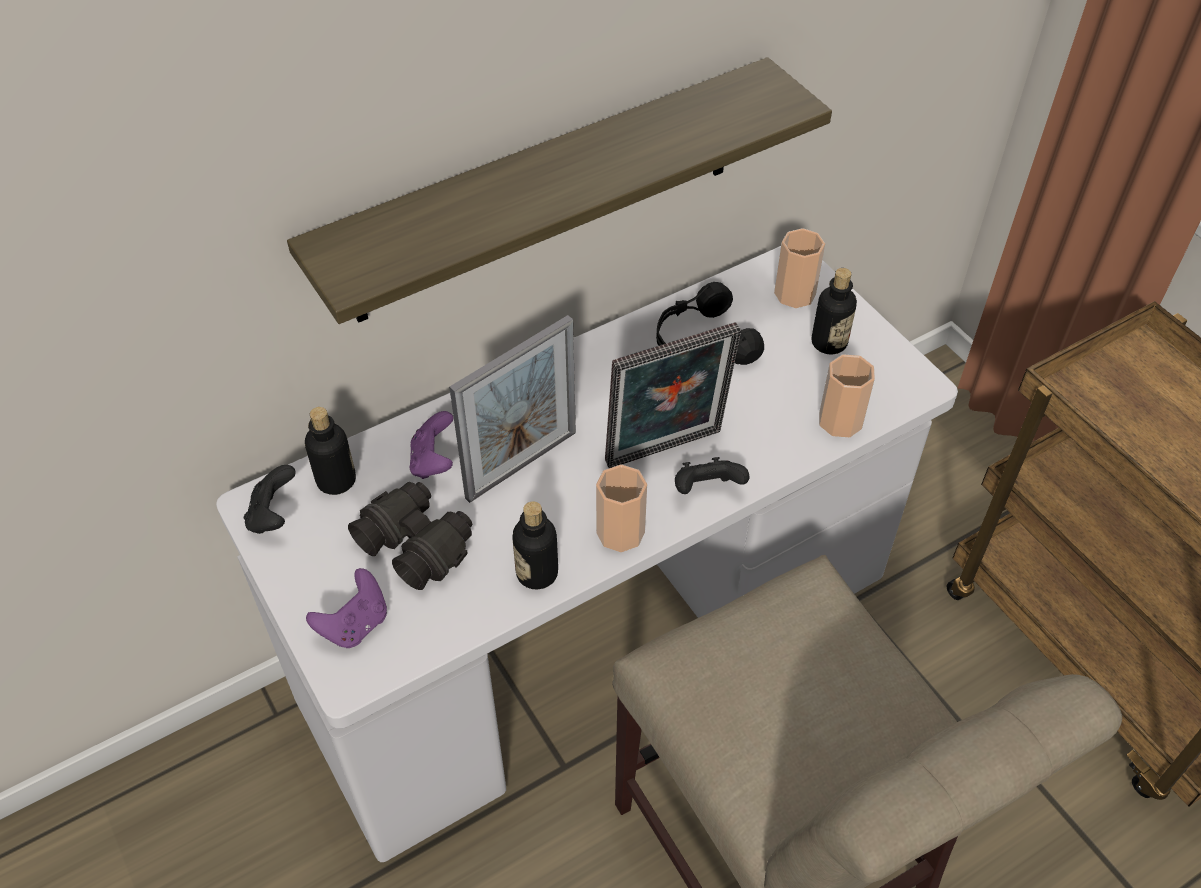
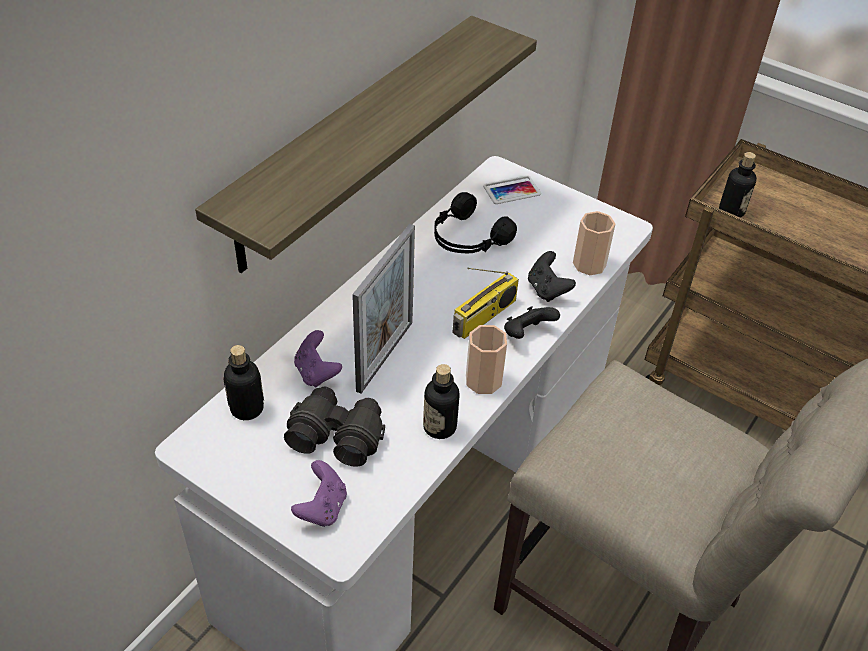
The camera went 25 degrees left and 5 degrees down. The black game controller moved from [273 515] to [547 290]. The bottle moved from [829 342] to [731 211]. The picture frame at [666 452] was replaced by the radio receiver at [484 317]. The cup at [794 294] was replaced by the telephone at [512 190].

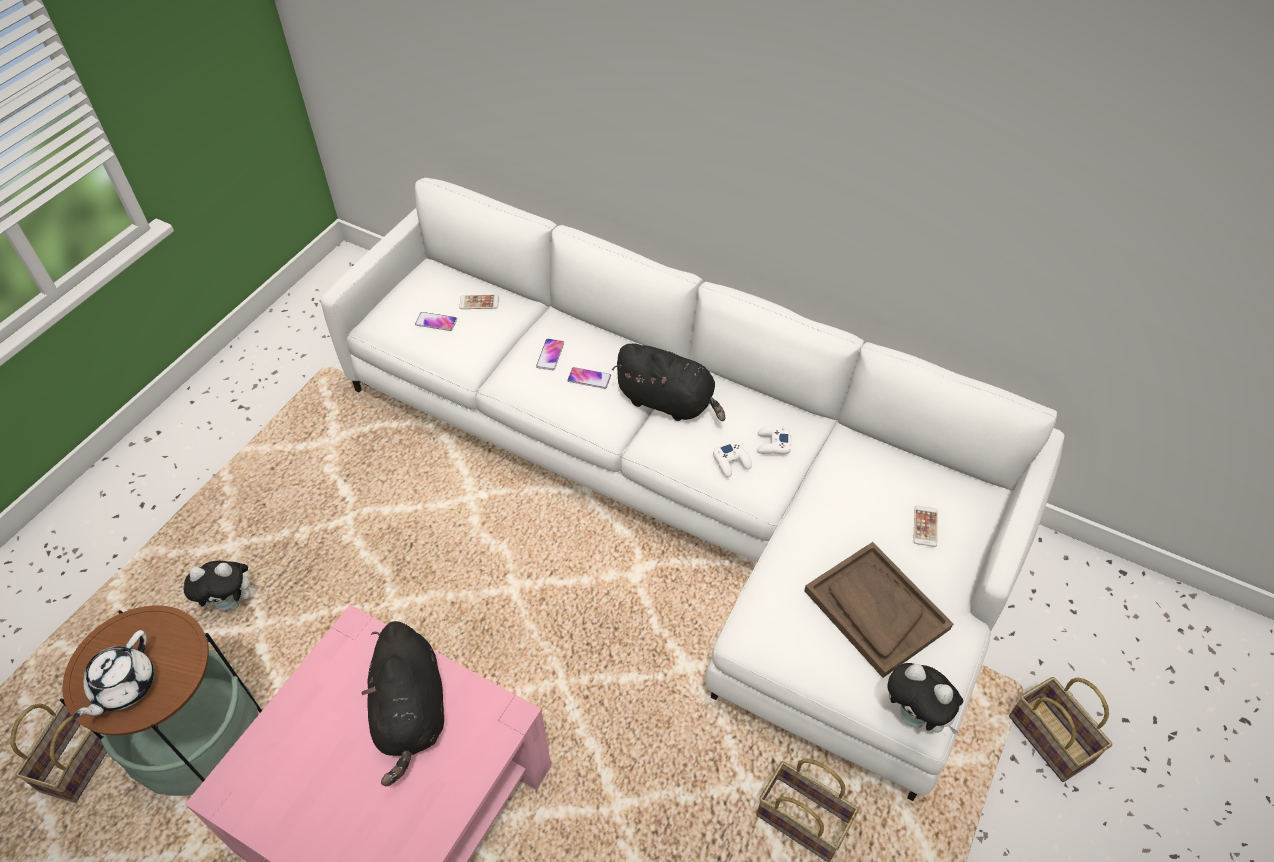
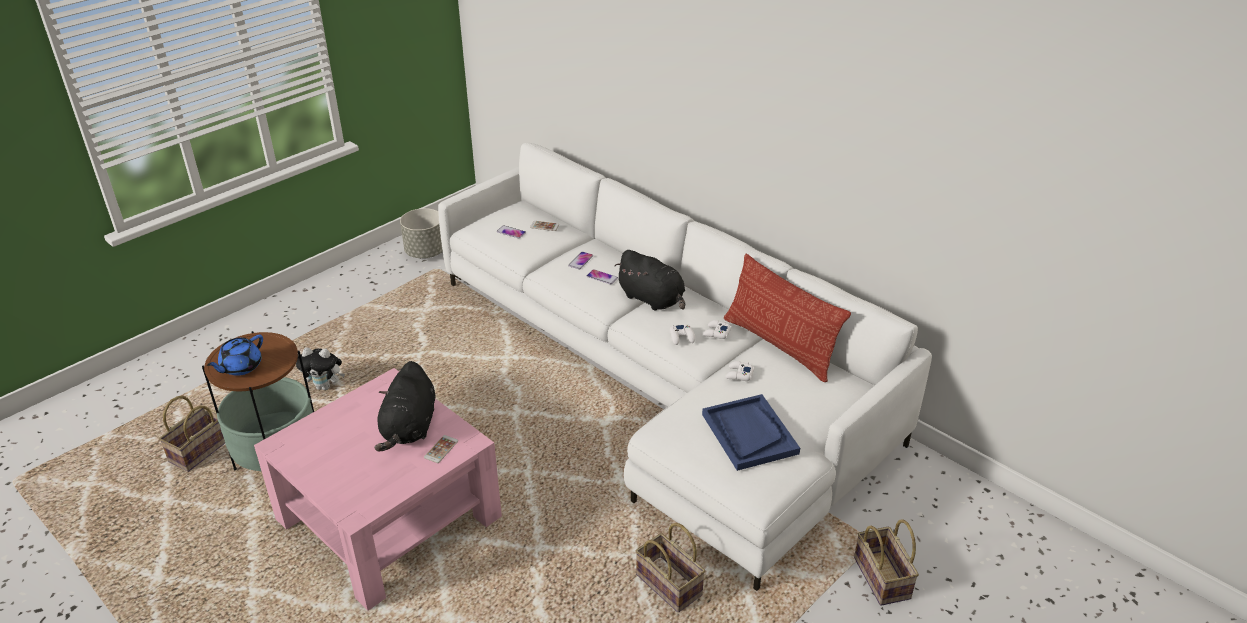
The camera went 15 degrees right and 15 degrees down. The cuddly toy at [915 716] disappeared. The greyish plant pot at [425 252] appeared. The pillow at [780 345] appeared. The white game controller at [739 374] appeared. The telephone moved from [925 526] to [441 449]. The white teapot at [124 687] became the blue-coloured teapot at [240 367]. The brownish carrying tray at [875 609] became the blue-coloured carrying tray at [749 434].

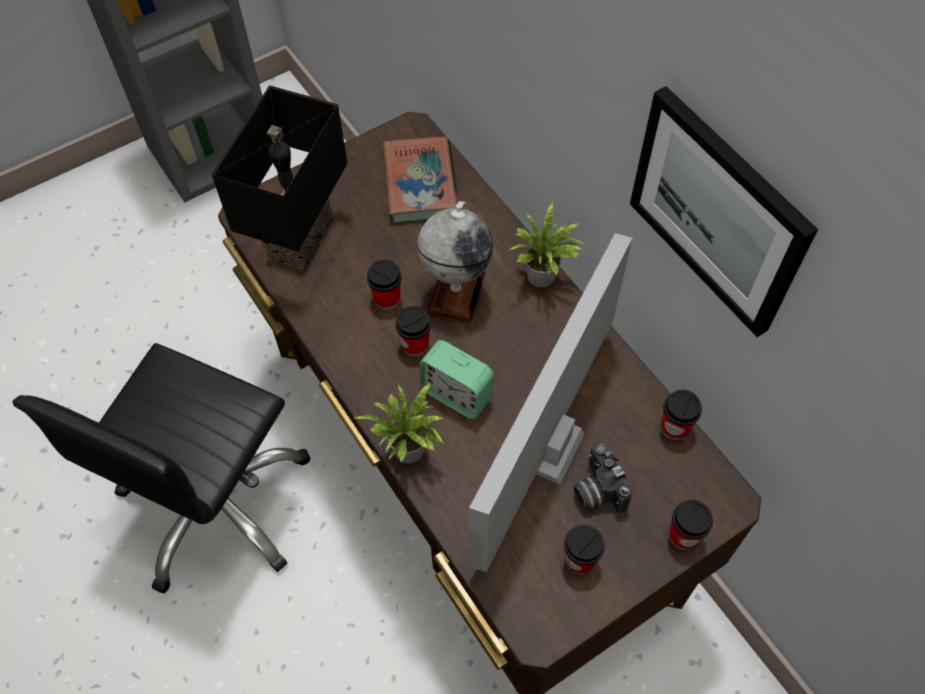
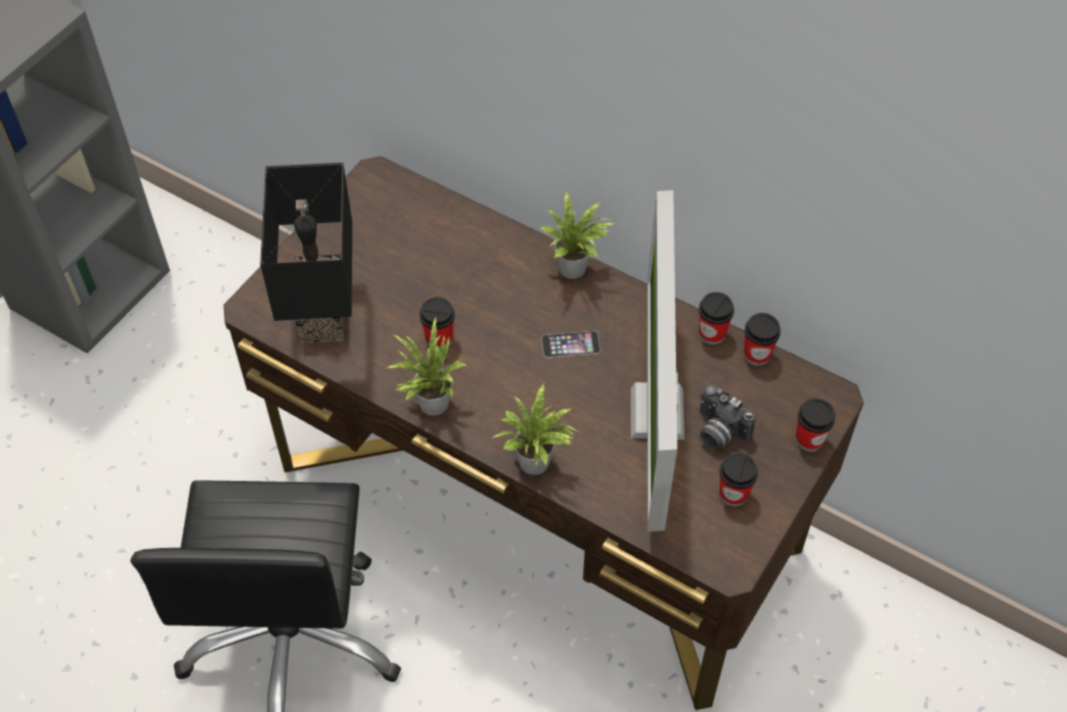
The camera went 25 degrees left and 5 degrees down. The bound book at [421 184] disappeared. The desk globe at [456 292] disappeared. The alarm clock at [457 394] disappeared. The picture at [718 211] disappeared. The potted plant at [429 403] appeared. The telephone at [570 344] appeared. The cup moved from [415 345] to [712 334].

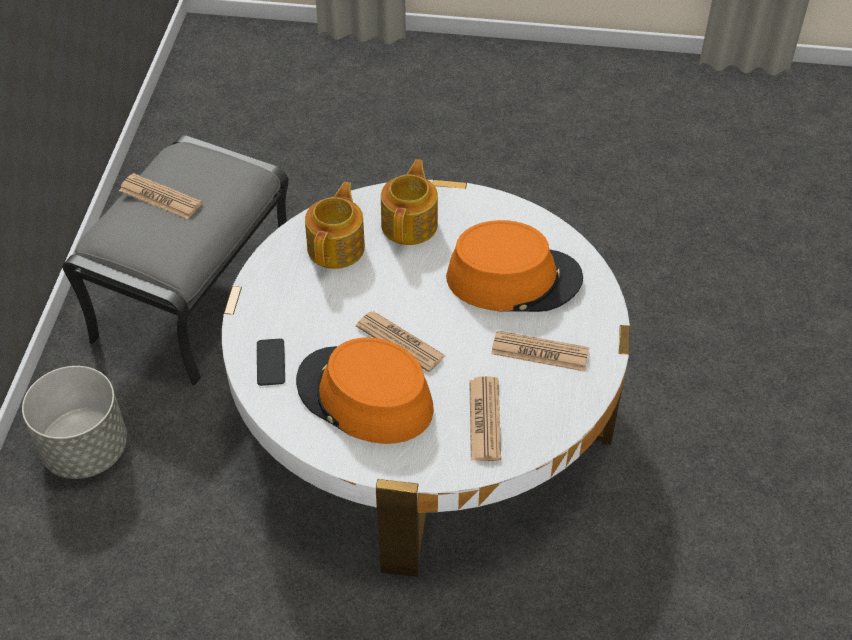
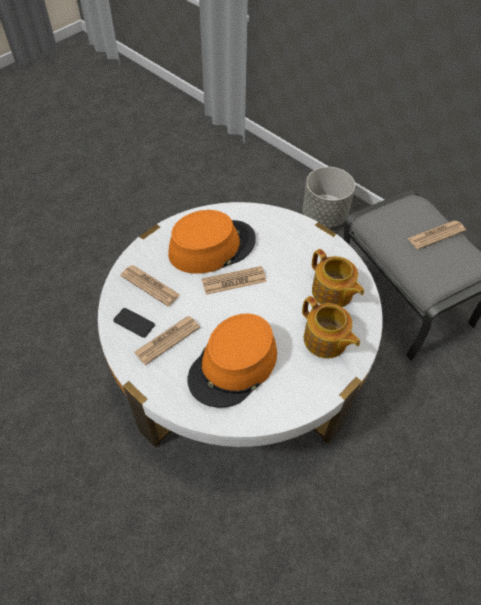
The camera went 125 degrees right and 5 degrees up. The telephone moved from [270 362] to [134 323].

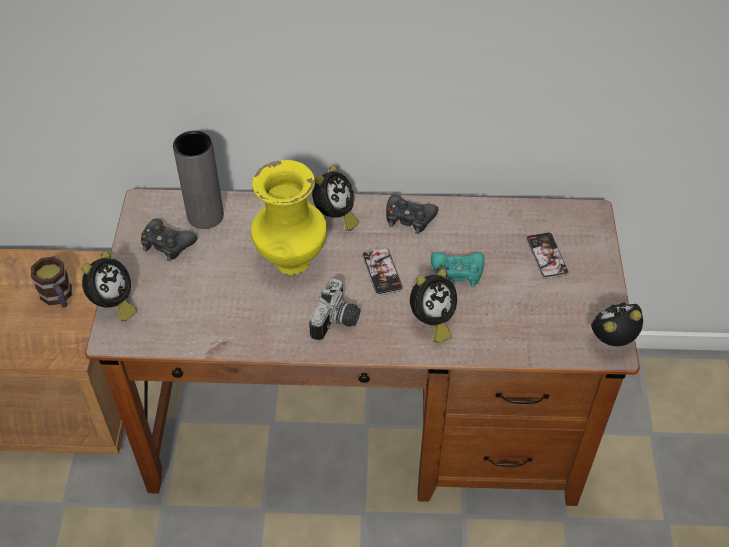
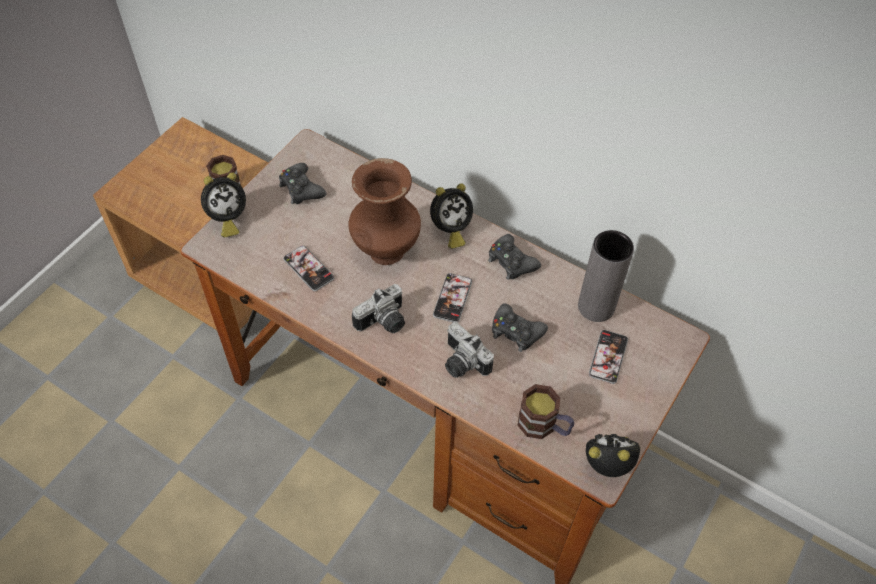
The camera went 30 degrees right and 5 degrees up. The telephone at [308 269] appeared. The tea mug at [544 426] appeared. The greyish decorative vase moved from [205 216] to [596 307]. The alarm clock at [431 321] was replaced by the photo camera at [461 363]. The yellow-coloured decorative vase at [291 262] became the brownish decorative vase at [385 252]. The blue-green game controller at [457 273] became the black game controller at [516 331].

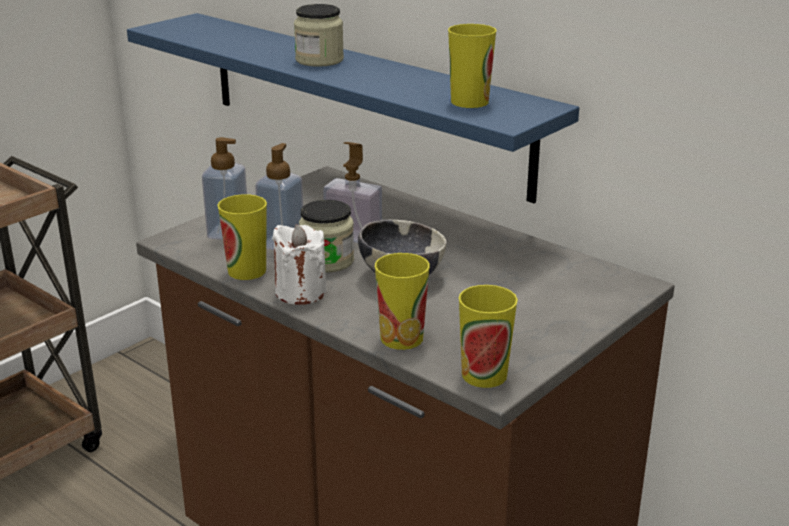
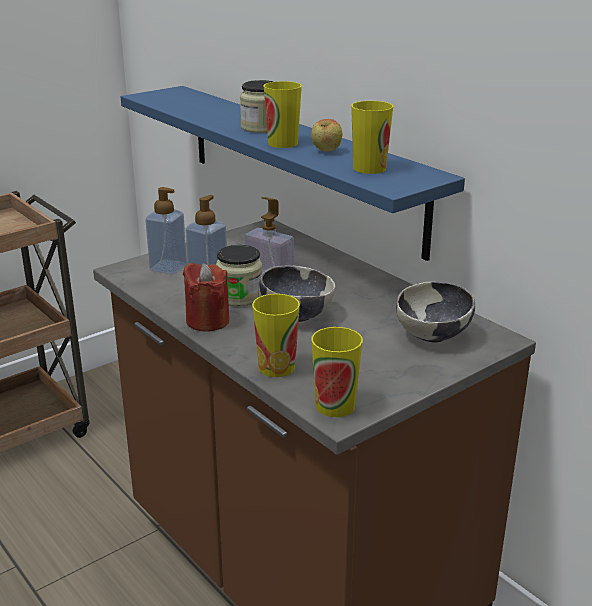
The camera went 10 degrees right and 0 degrees up. The whole apple at [326 151] appeared. The bowl at [433 336] appeared. The cup moved from [247 271] to [282 143]. The white wax candle at [300 292] became the red wax candle at [207 321].

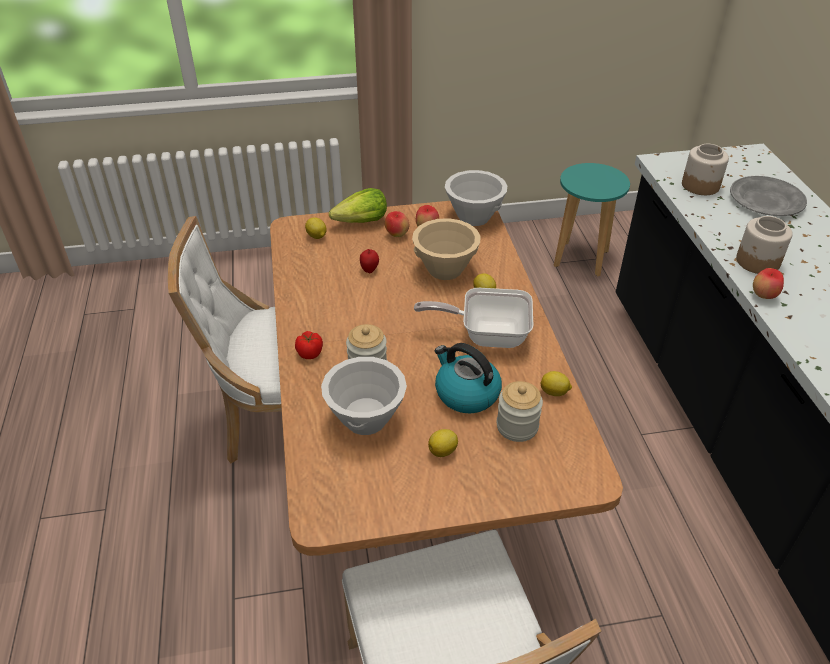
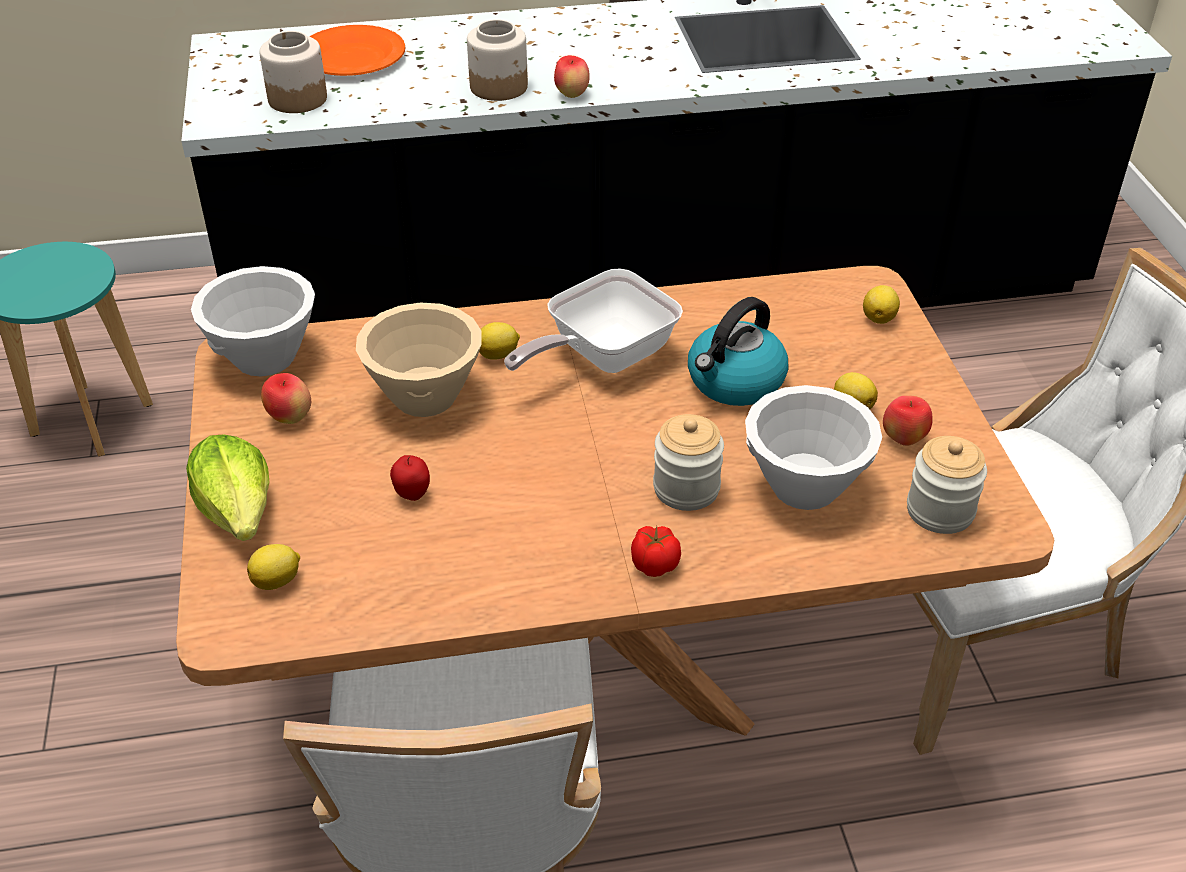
The camera went 90 degrees left and 0 degrees up. The whole apple moved from [397 235] to [903 439]. The preserve jar moved from [517 426] to [940 511]. The lemon moved from [554 392] to [879 318]. The greyish dinner plate at [765 200] became the orange-coloured dinner plate at [351 58]. The frying pan at [486 334] turned 45 degrees clockwise.

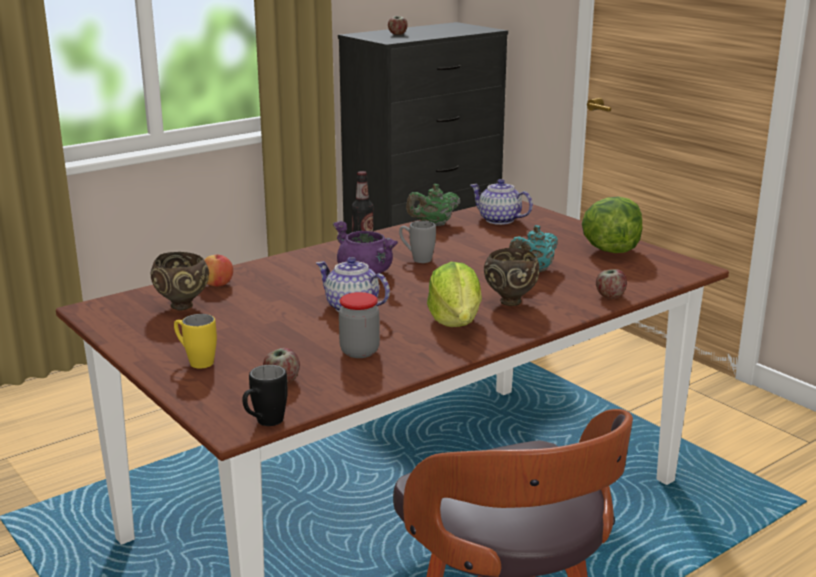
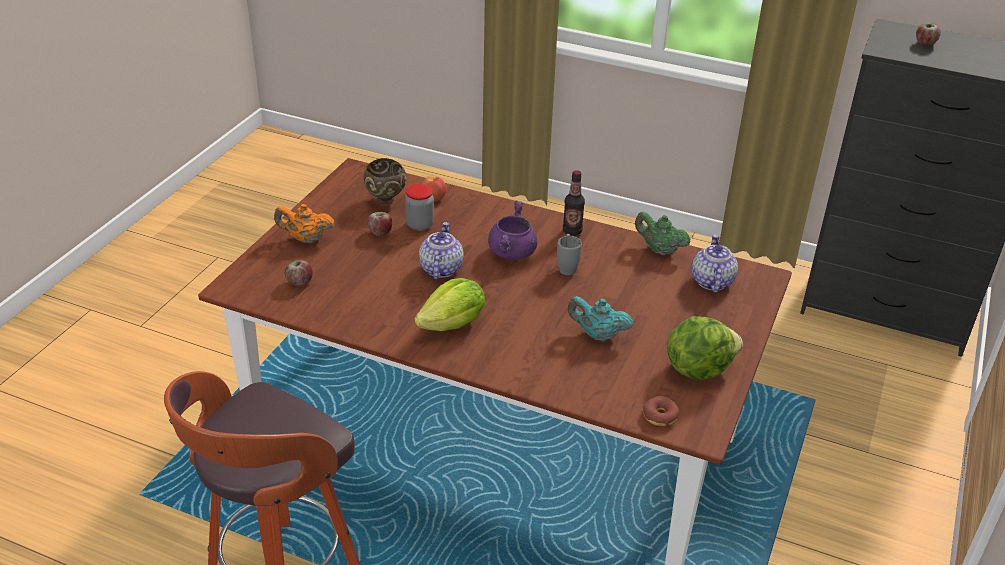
The camera went 60 degrees right and 15 degrees up. The black tea mug at [264 423] disappeared. The brownish bowl at [510 301] disappeared. The doughnut at [660 416] appeared. The preserve jar moved from [359 351] to [420 225]. The whole apple moved from [610 296] to [380 232]. The yellow-coloured tea mug at [195 361] was replaced by the orange-coloured teapot at [306 239].

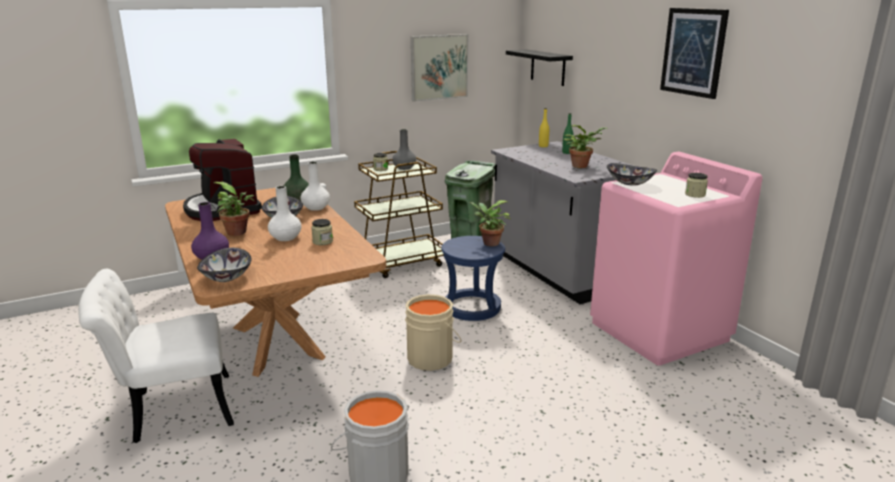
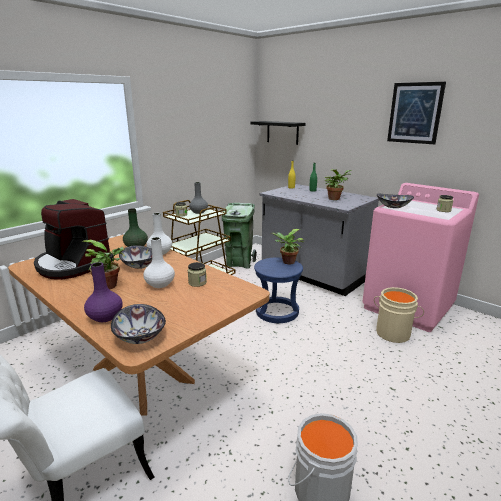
The camera went 20 degrees left and 0 degrees up. The picture at [439 67] disappeared. The beige bucket moved from [432 358] to [393 332].

